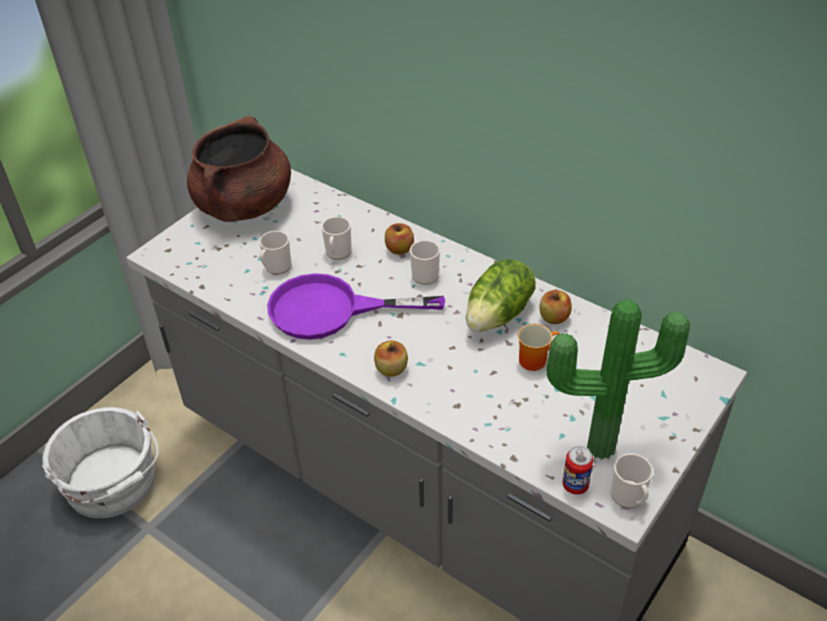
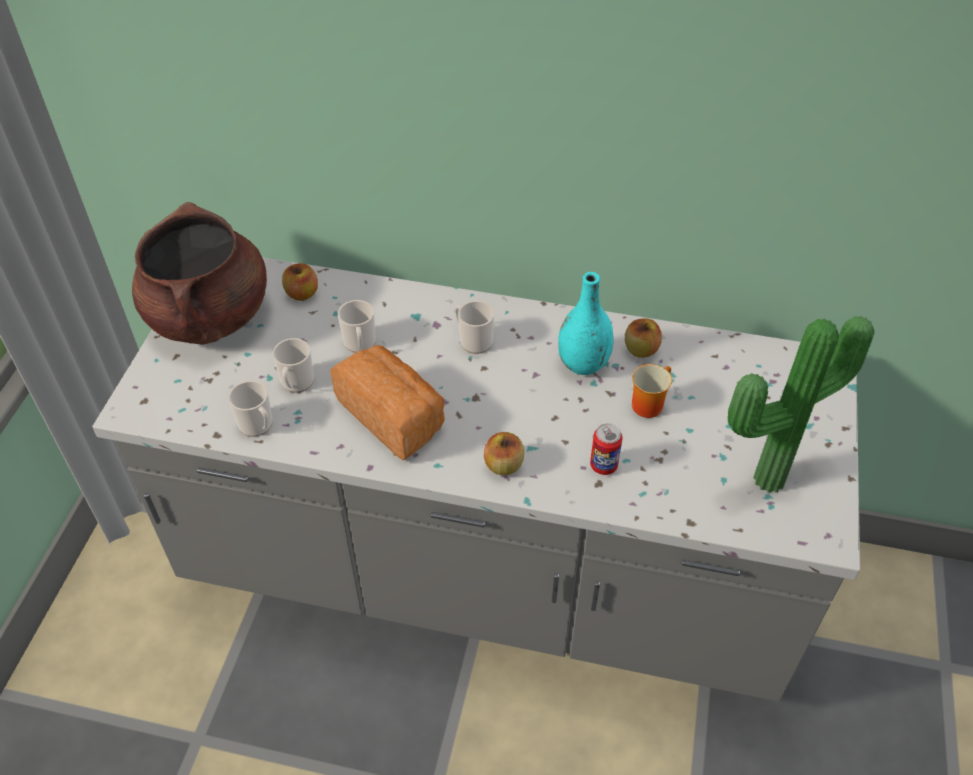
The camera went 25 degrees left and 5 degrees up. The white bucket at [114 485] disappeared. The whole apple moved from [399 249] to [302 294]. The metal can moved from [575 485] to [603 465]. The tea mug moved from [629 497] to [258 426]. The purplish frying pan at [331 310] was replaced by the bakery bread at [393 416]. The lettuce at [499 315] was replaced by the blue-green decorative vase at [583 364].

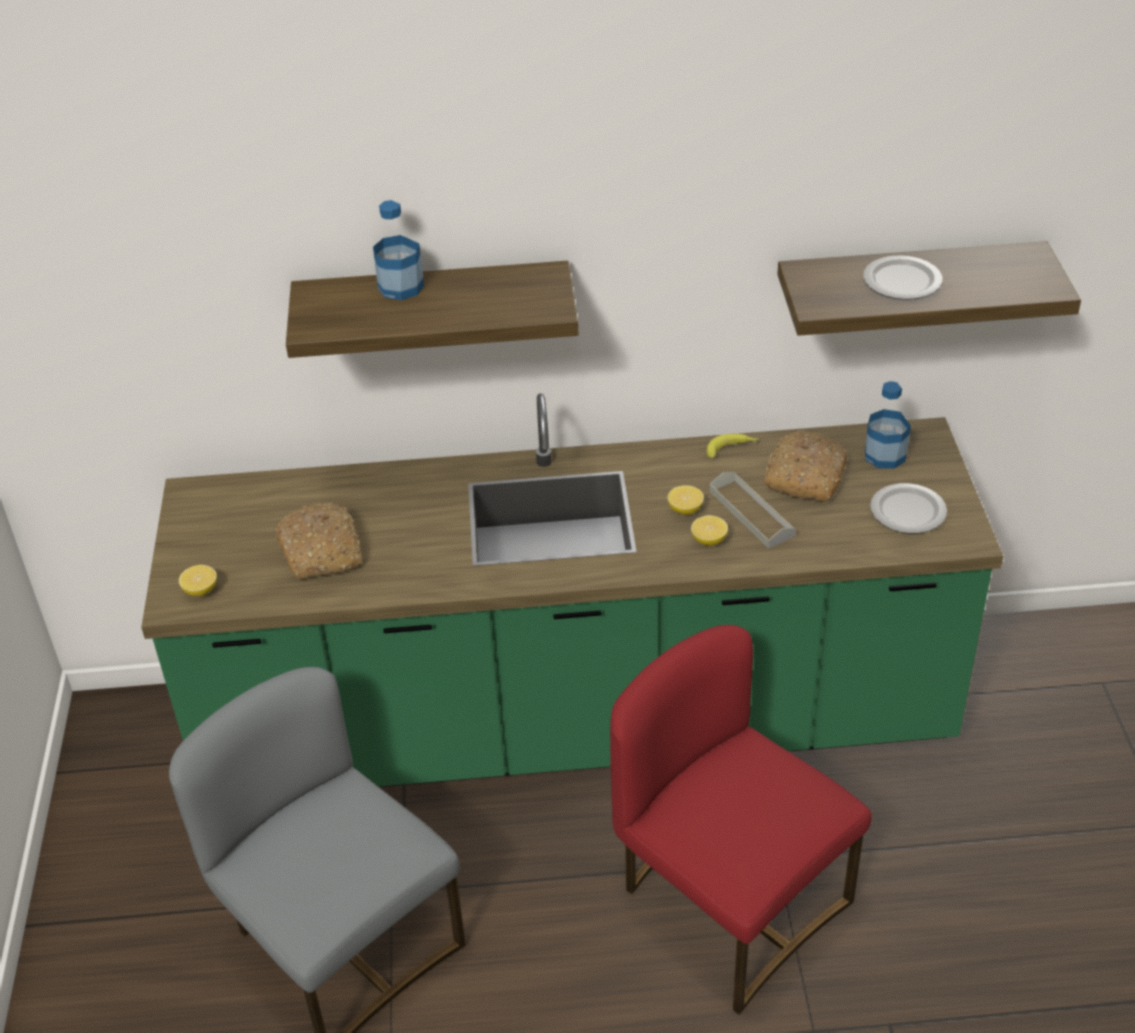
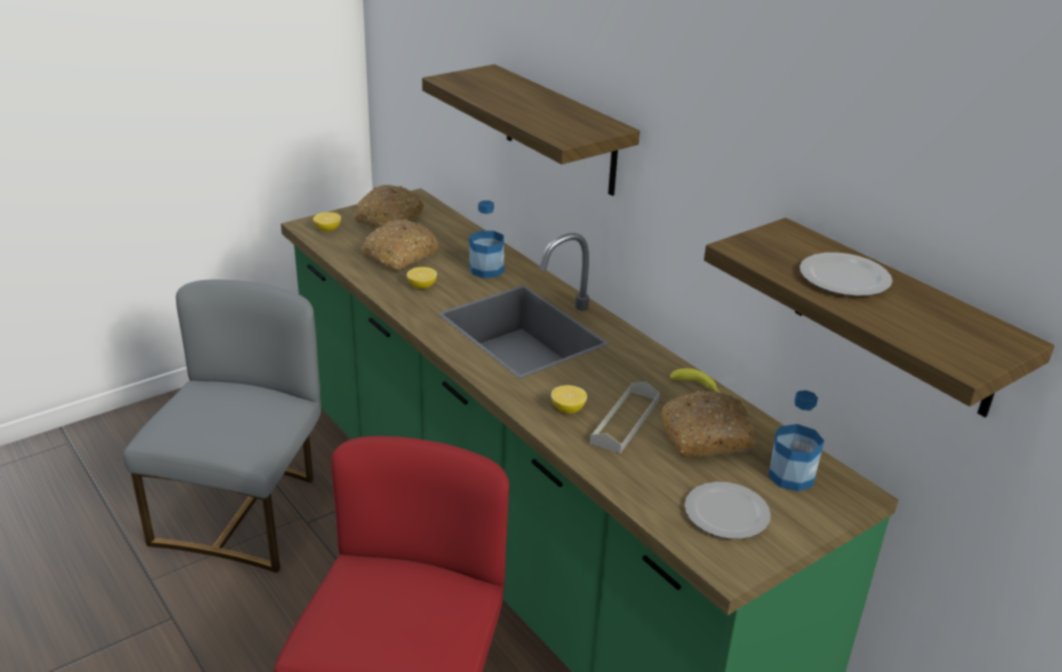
The camera went 55 degrees right and 10 degrees down. The bakery bread at [389 219] appeared. The bottle moved from [401 287] to [486 269]. The lemon moved from [685 510] to [422 286].

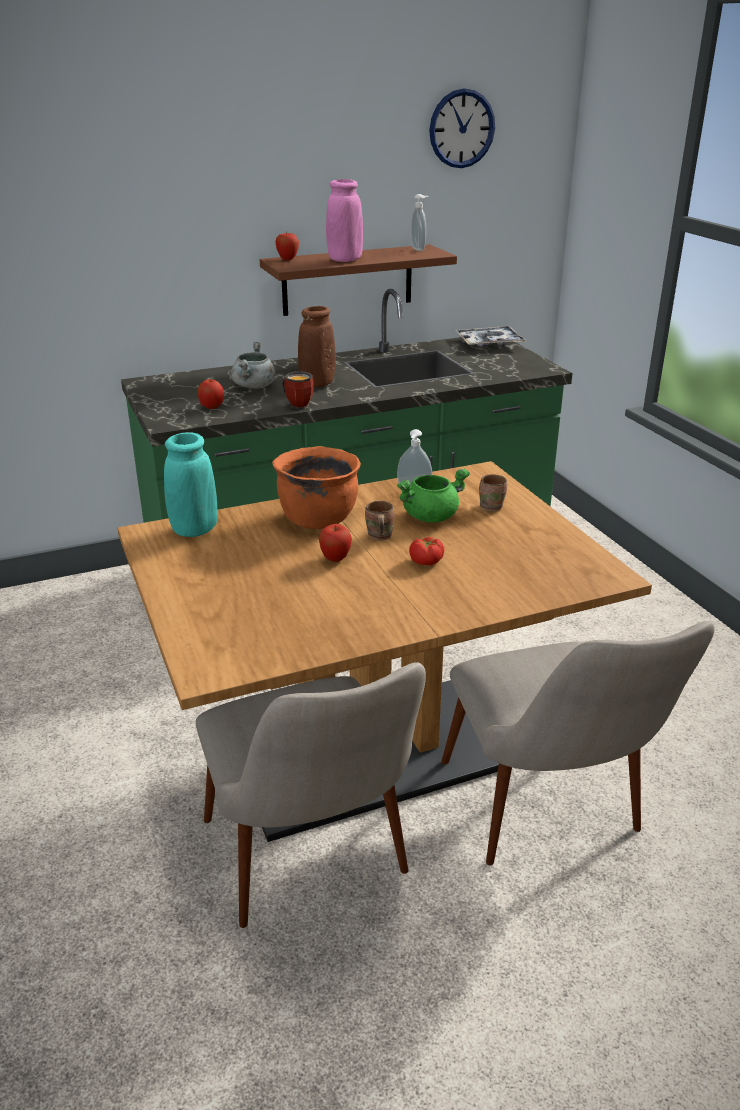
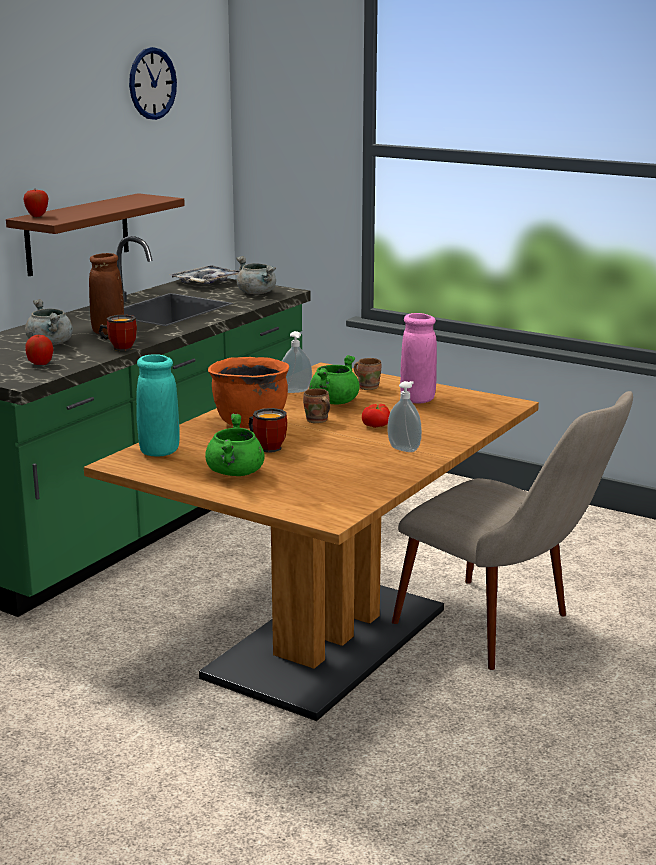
The camera went 35 degrees left and 10 degrees down. The beige chair at [315 872] disappeared. The whole apple at [335 559] disappeared. The greenish stockpot at [236 473] appeared. The greyish stockpot at [257 293] appeared. The tea mug at [268 446] appeared. The pinkish decorative vase moved from [345 260] to [417 399]. The soap dispenser moved from [419 249] to [405 449].

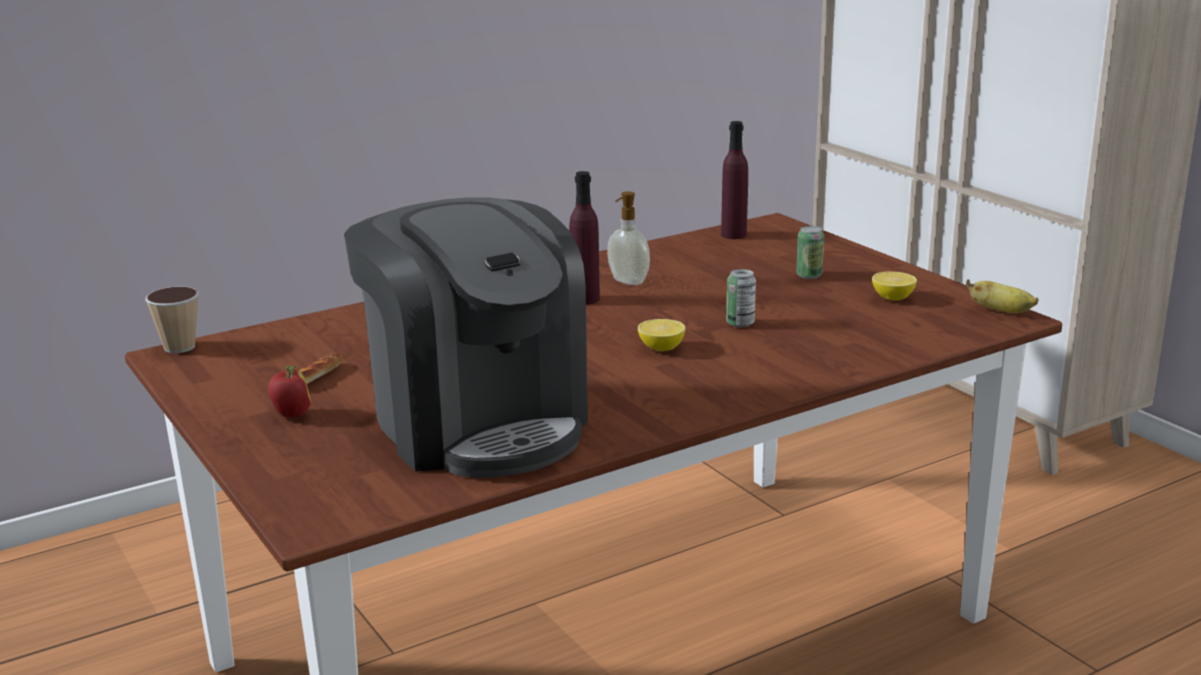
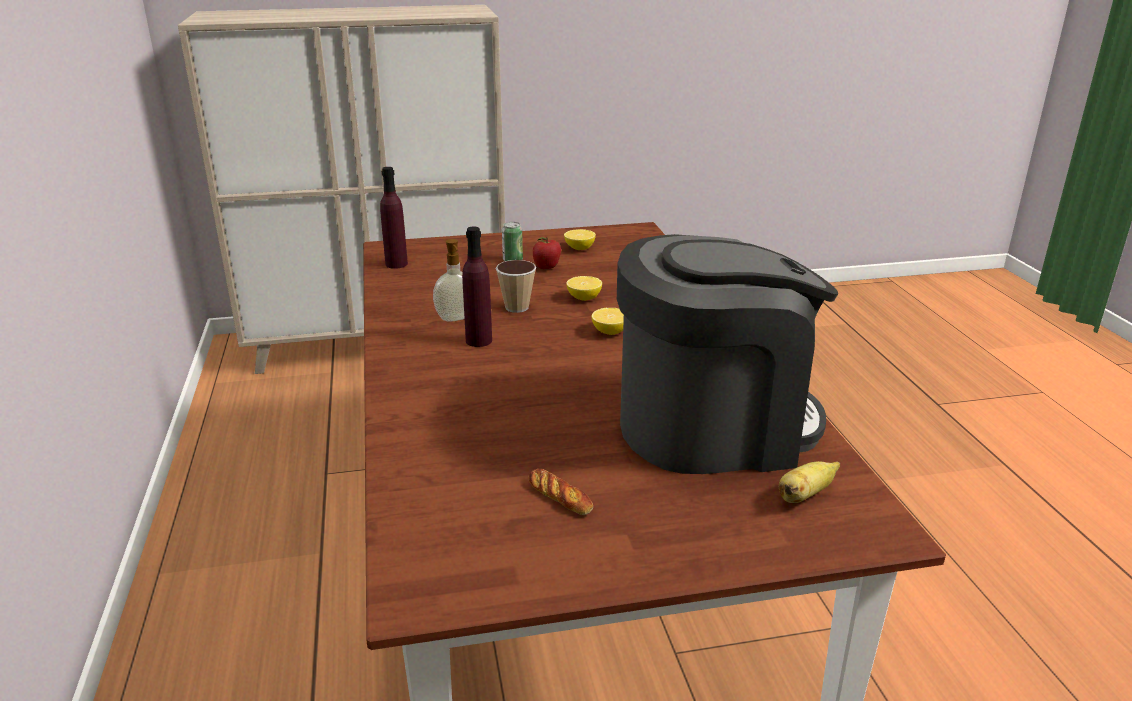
The camera went 70 degrees left and 5 degrees up. The cup moved from [179 347] to [517 307]. The whole apple moved from [291 415] to [546 268]. The banana fruit moved from [1001 311] to [804 495]. The metal can at [740 323] was replaced by the lemon at [584 298].

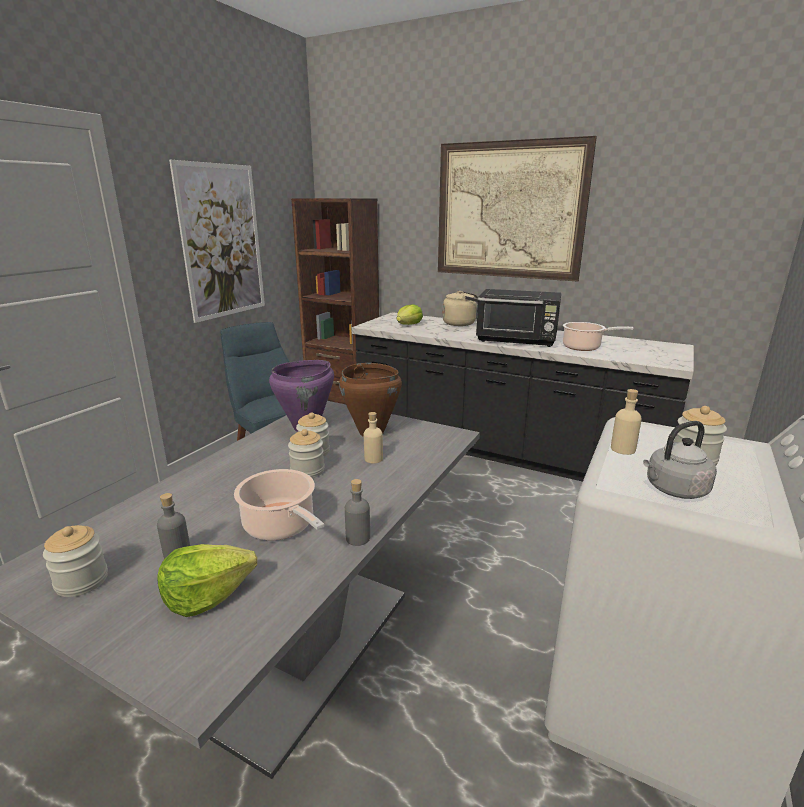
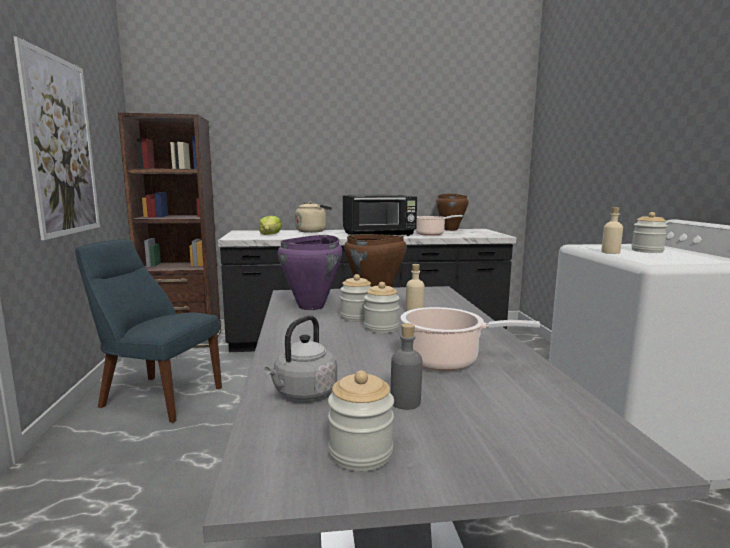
The camera went 35 degrees left and 10 degrees down. The lettuce at [207 595] disappeared. The greyish bottle at [358 538] disappeared. The picture at [509 211] disappeared. The brownish stockpot at [451 229] appeared. The greyish water kettle moved from [673 490] to [303 393].

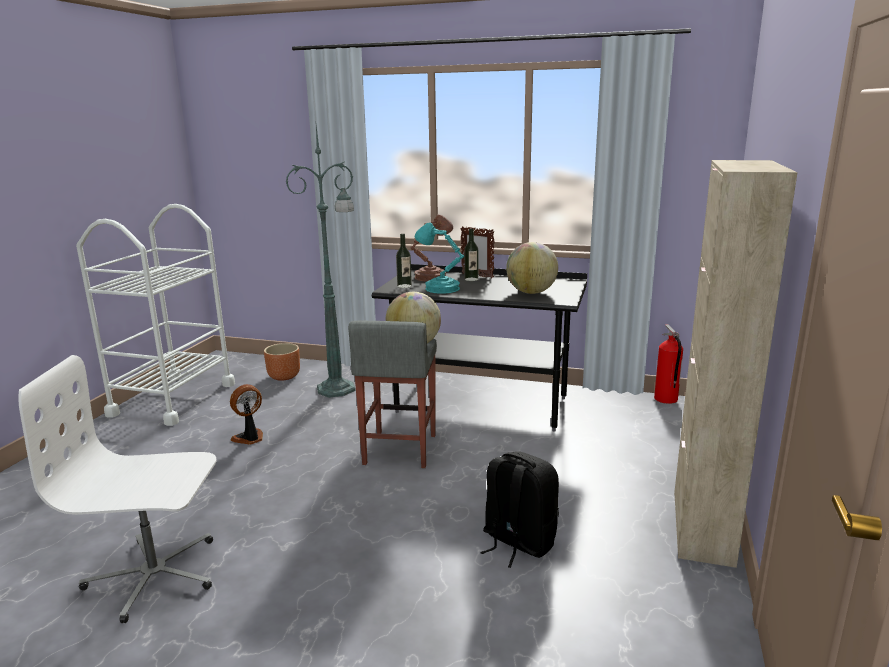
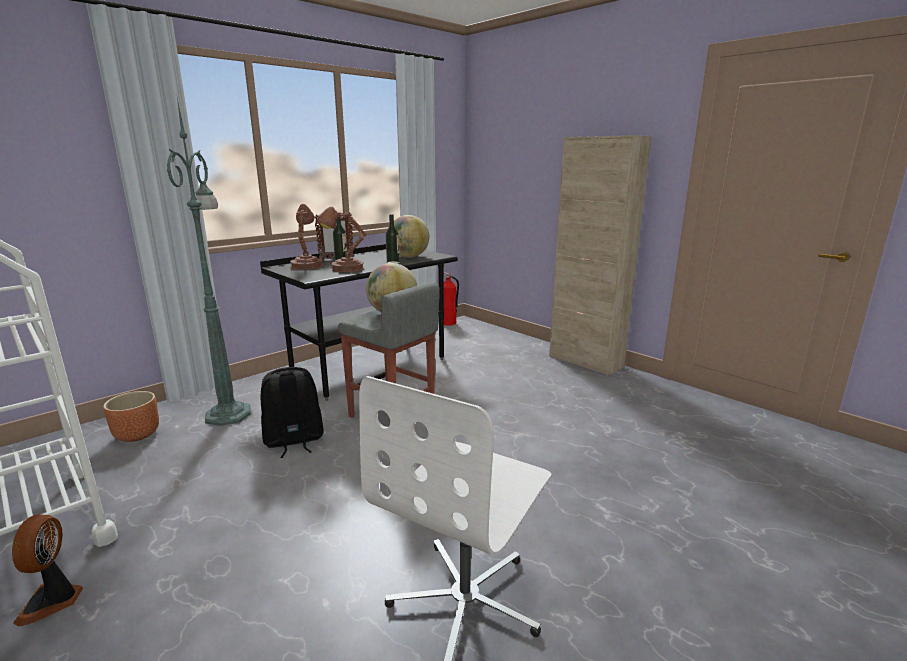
The camera went 60 degrees left and 0 degrees up. The electric fan moved from [250 438] to [53 601]. The bottle moved from [404 286] to [393 262]. The black rucksack moved from [517 542] to [293 441]. The blue-green table lamp at [439 288] became the brownish table lamp at [345 269].

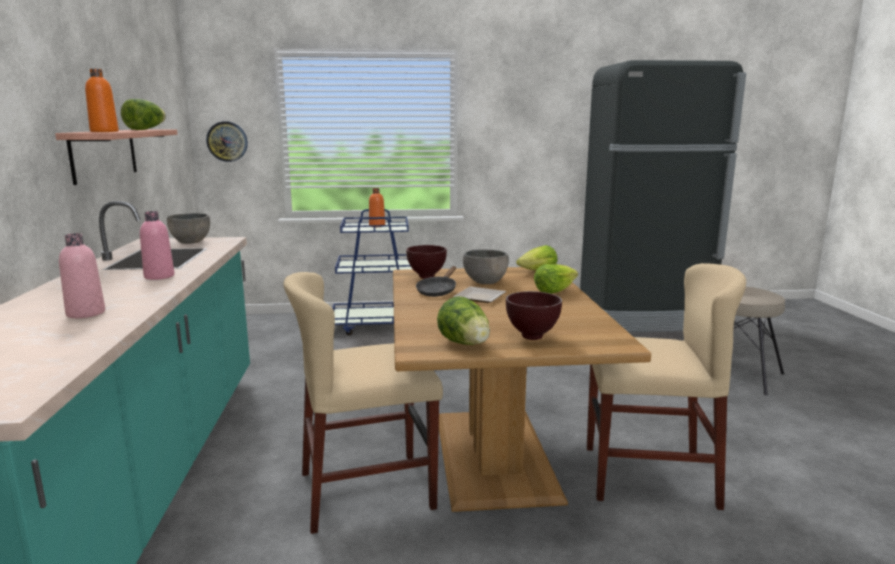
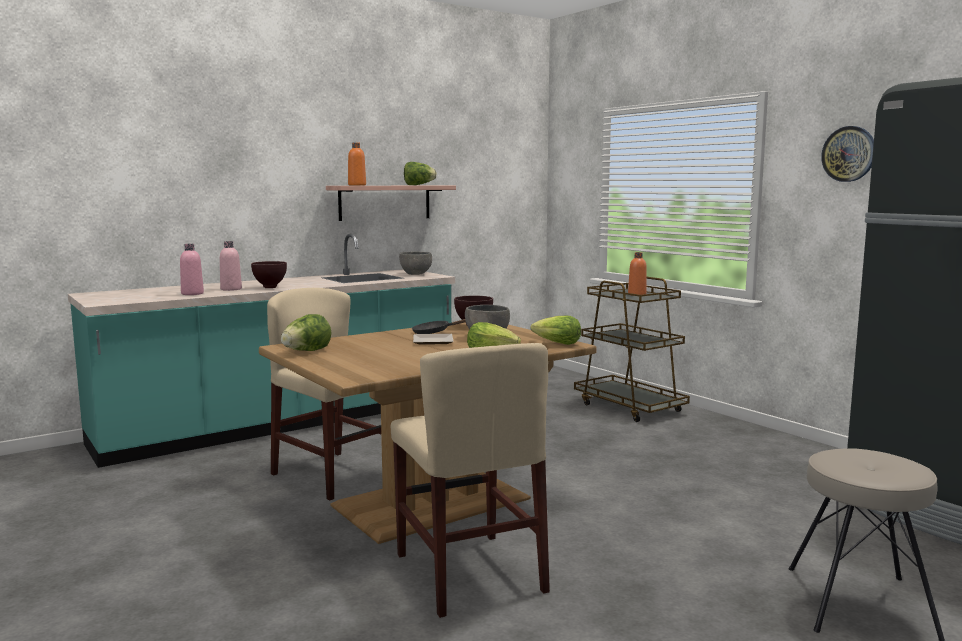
The camera went 60 degrees right and 5 degrees down. The pinkish bottle moved from [159 276] to [192 293]. The clock on the wall moved from [227 141] to [849 154]. The brownish bowl moved from [532 336] to [271 287]. The blue-coloured trolley at [378 325] became the brownish trolley at [629 407].

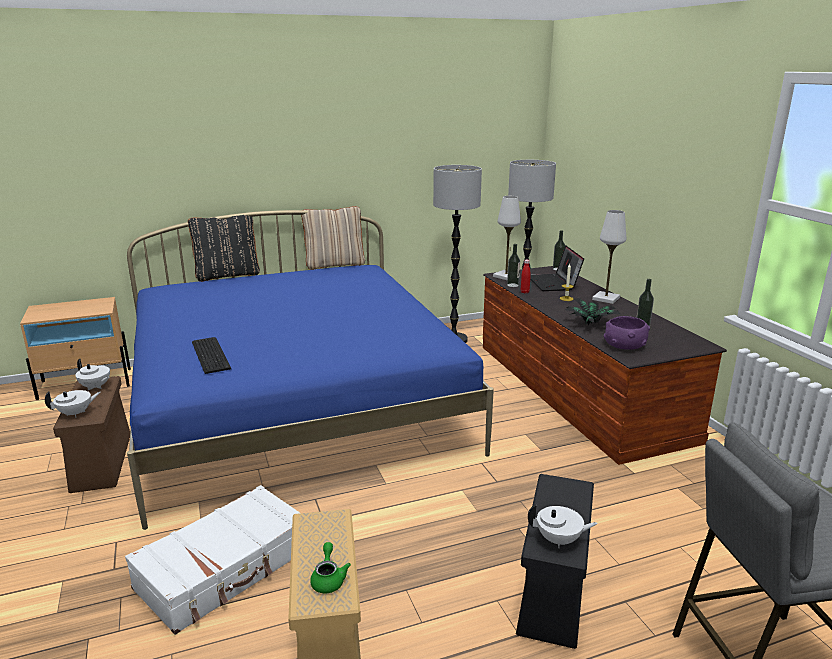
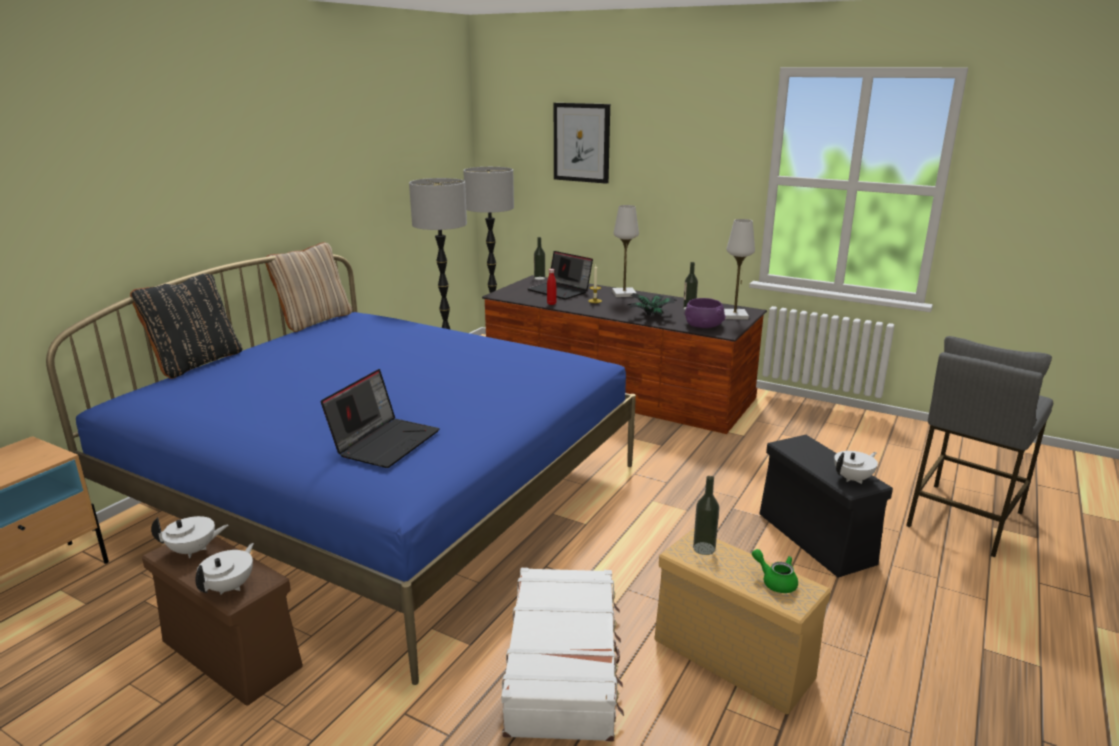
The camera went 40 degrees left and 0 degrees up. The picture at [582 142] appeared. The white table lamp moved from [506 276] to [734 315]. The bottle moved from [512 285] to [704 548]. The PC keyboard at [212 354] was replaced by the laptop at [385 442].

